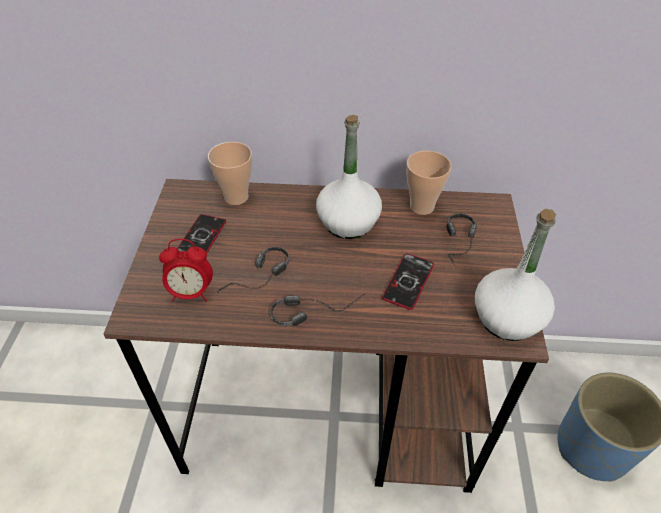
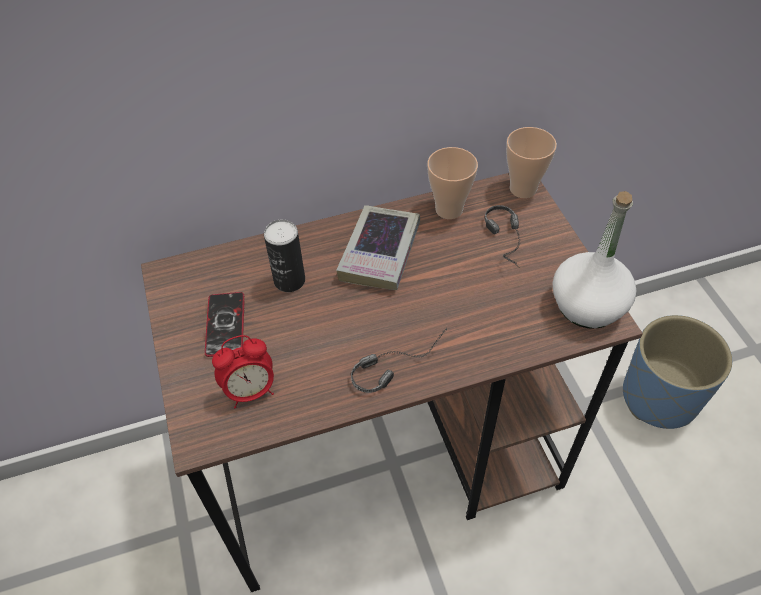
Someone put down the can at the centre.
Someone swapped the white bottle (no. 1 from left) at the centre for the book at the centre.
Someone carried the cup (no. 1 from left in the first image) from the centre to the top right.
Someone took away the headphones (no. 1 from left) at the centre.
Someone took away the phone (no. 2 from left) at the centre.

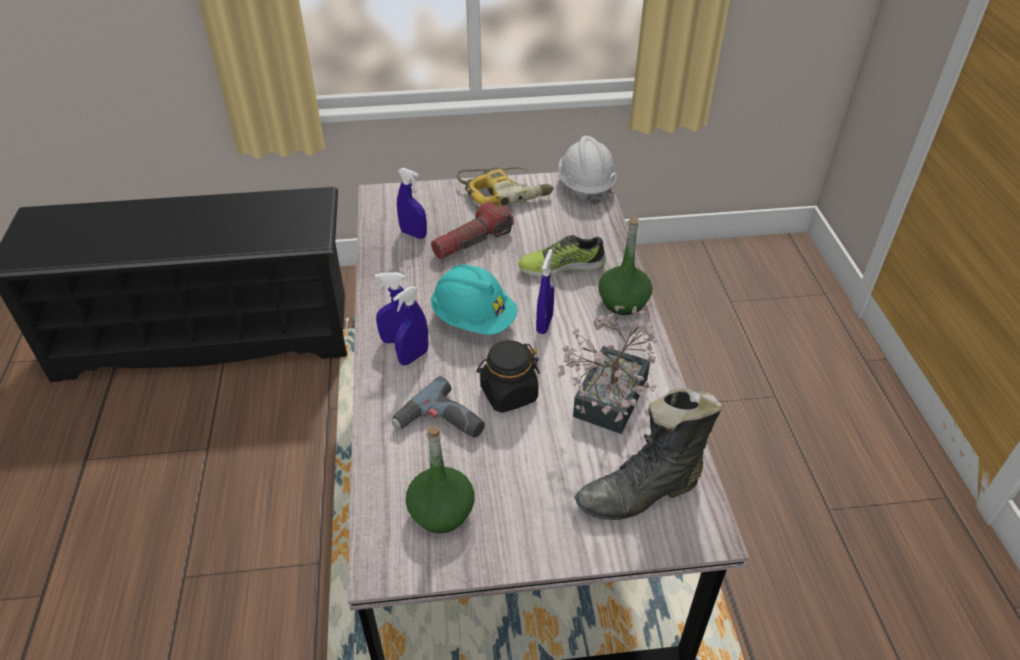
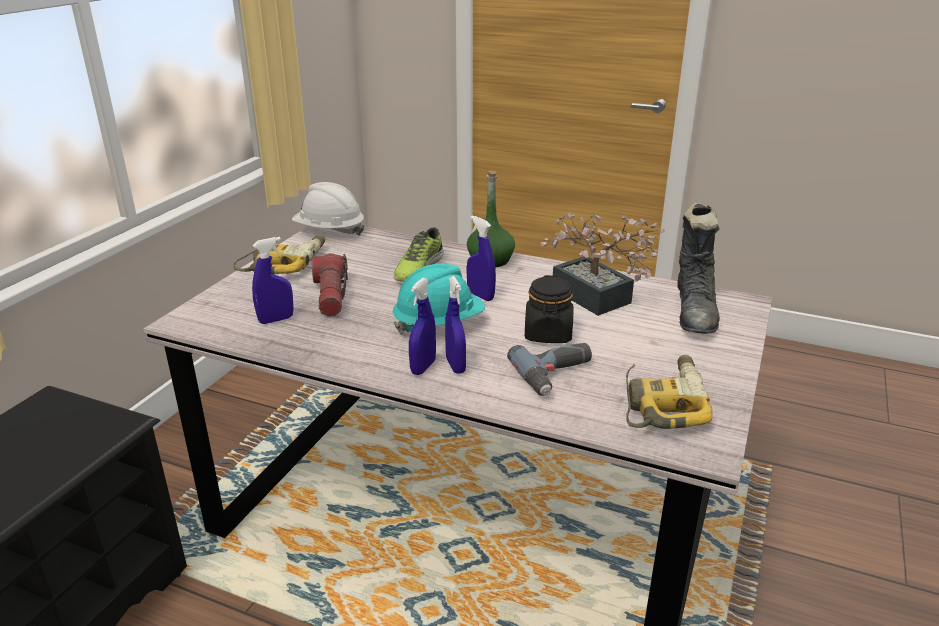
Someone swapped the green bottle (no. 1 from left) at the bottom centre for the power drill (no. 3 from left) at the middle right.

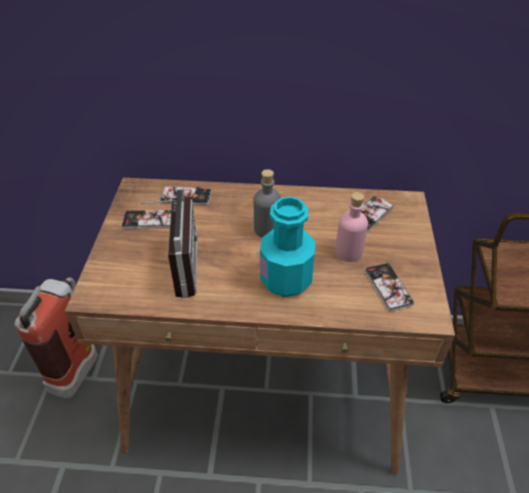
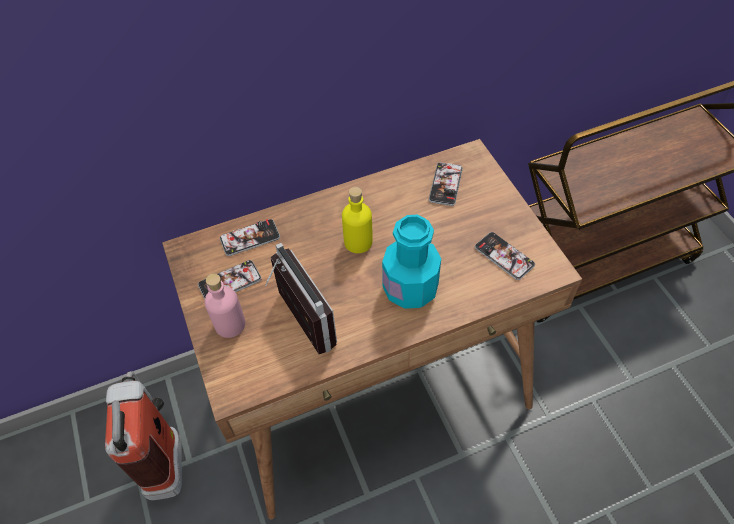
Someone carried the pink bottle from the centre to the middle left.
Someone repainted the grey bottle at the centre, which became the yellow bottle at the centre.

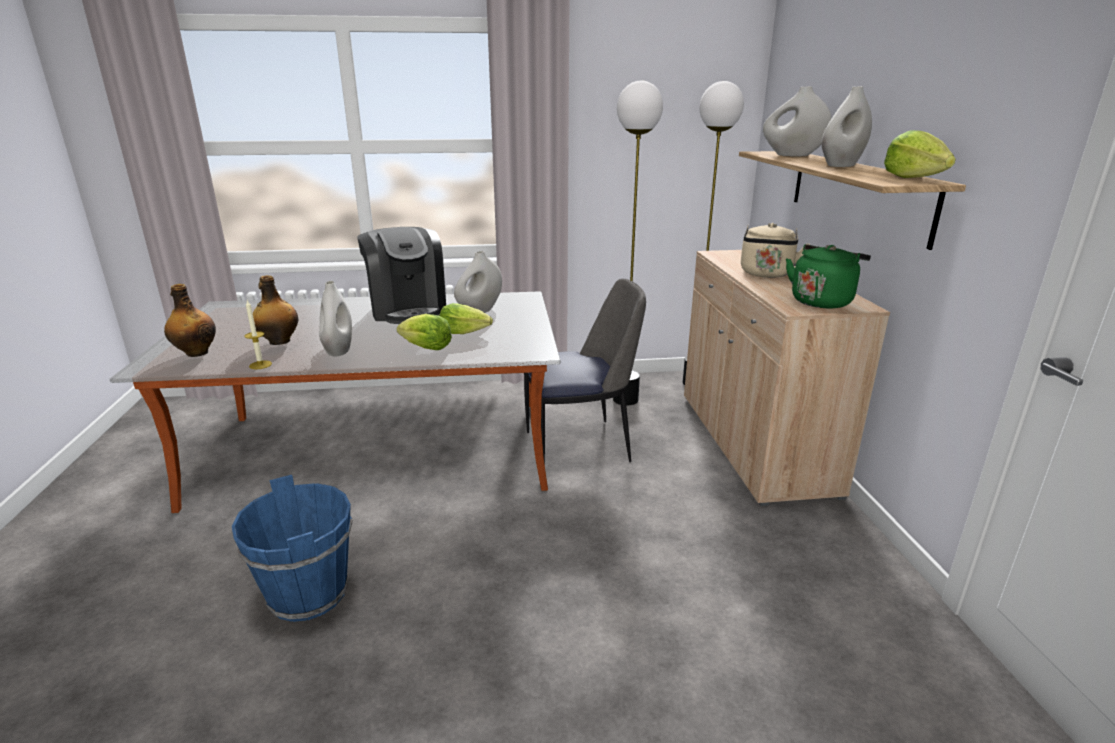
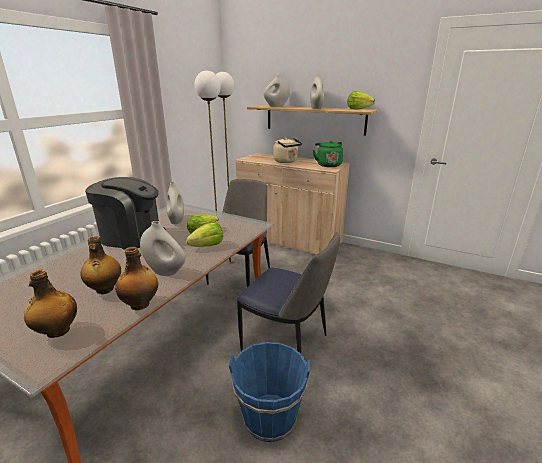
Someone swapped the candle at the middle left for the bottle (no. 3 from left) at the middle left.
Someone put down the chair (no. 2 from left) at the centre.

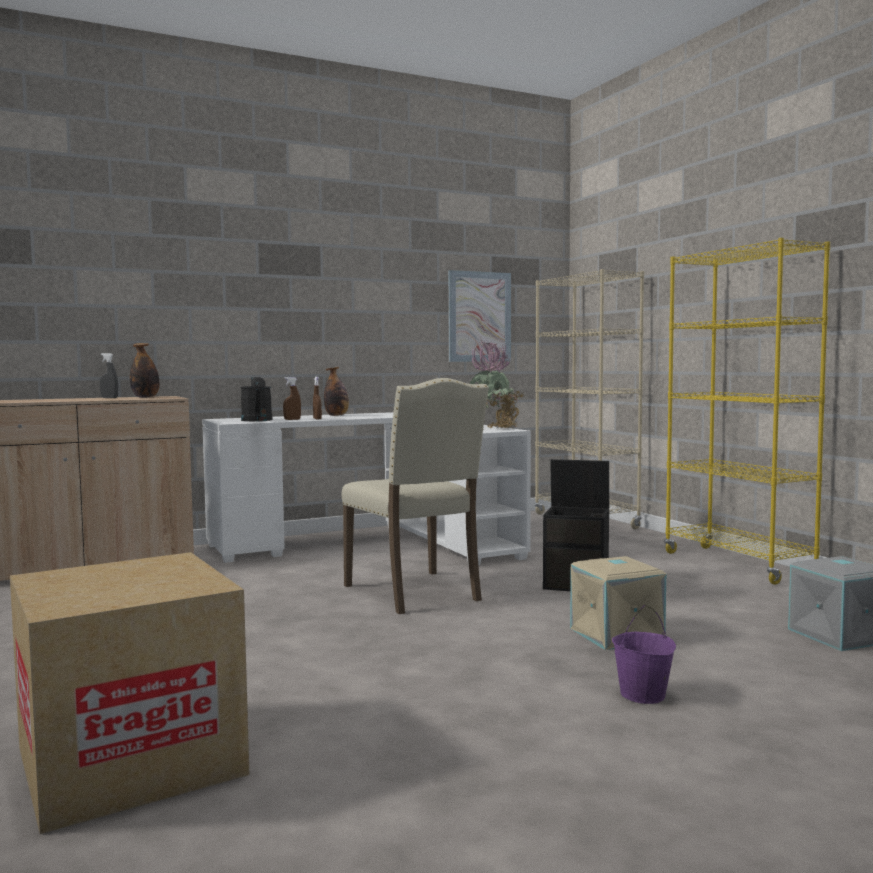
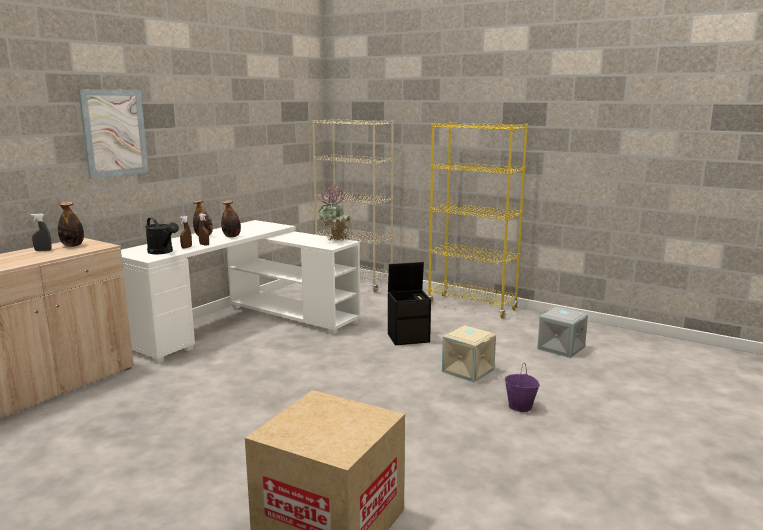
Someone carried the picture from the centre to the top left.
Someone put down the bottle (no. 3 from left) at the middle left.
Someone took away the beige chair at the centre.

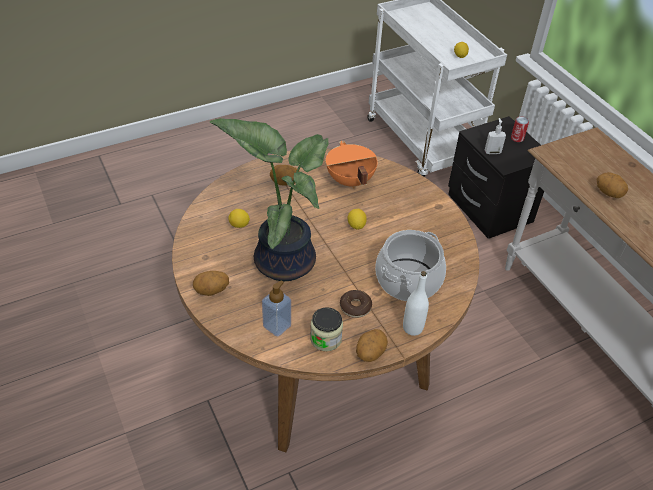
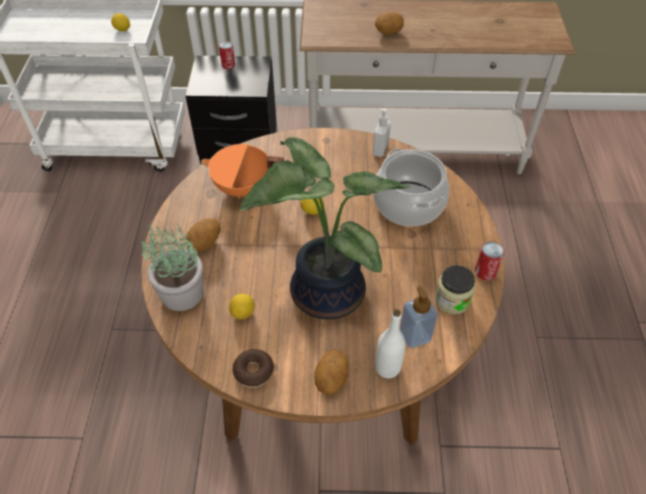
Someone put down the potted plant (no. 1 from left) at the middle left.
Someone carried the donut from the centre to the bottom centre.
Someone carried the soap dispenser (no. 2 from left in the first image) from the top right to the top centre.
Someone carried the white bottle from the centre to the bottom centre.
Someone swapped the potato (no. 3 from left) at the bottom centre for the can (no. 2 from left) at the middle right.

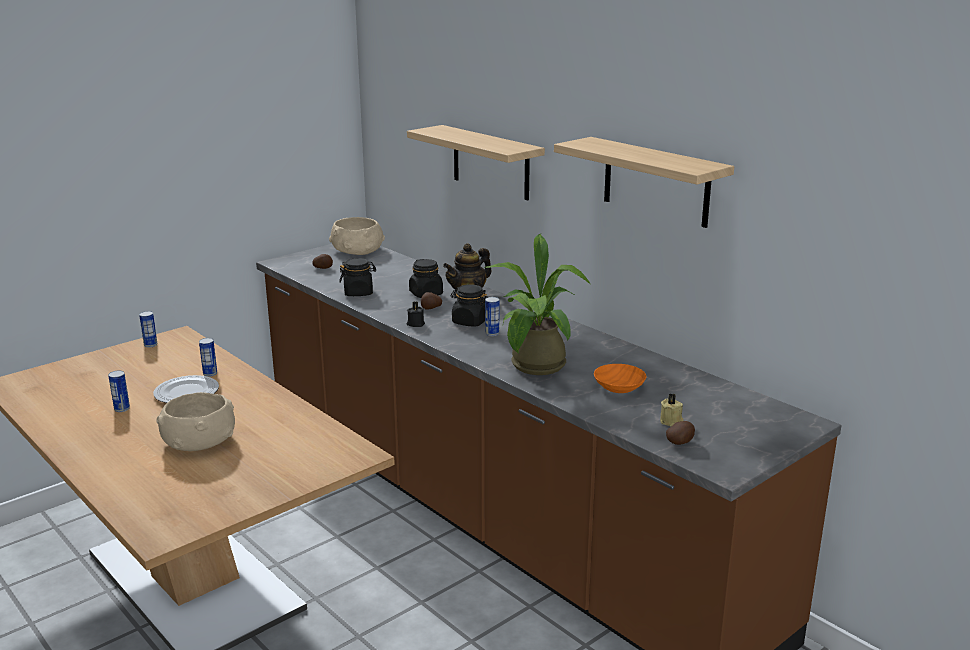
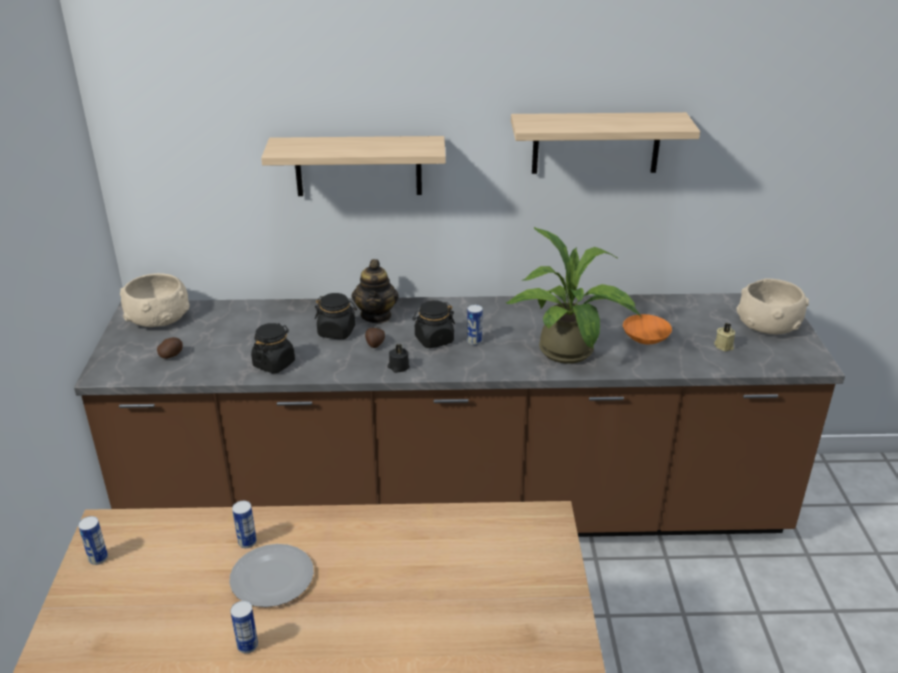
Someone carried the beige bowl (no. 1 from left in the first image) from the middle left to the middle right.
Someone took away the potato (no. 3 from left) at the middle right.

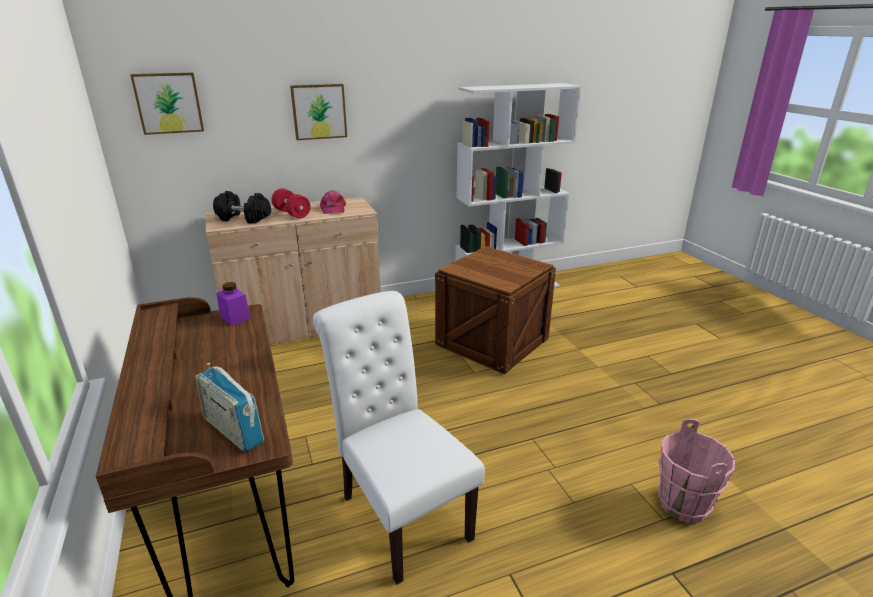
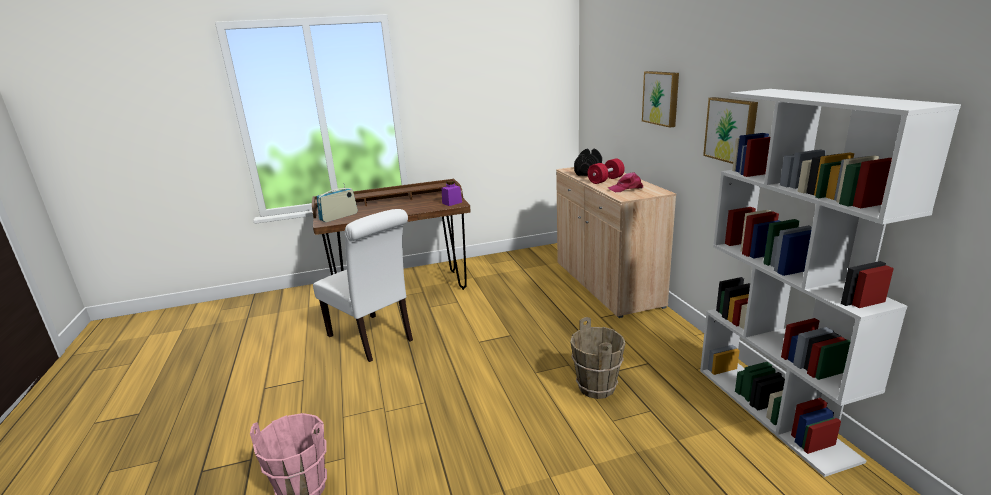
Someone rotated the white chair at the bottom centre by 75 degrees clockwise.
Someone swapped the crate at the centre for the brown bucket at the bottom centre.
Someone carried the picture (no. 1 from left in the first image) from the top left to the top right.

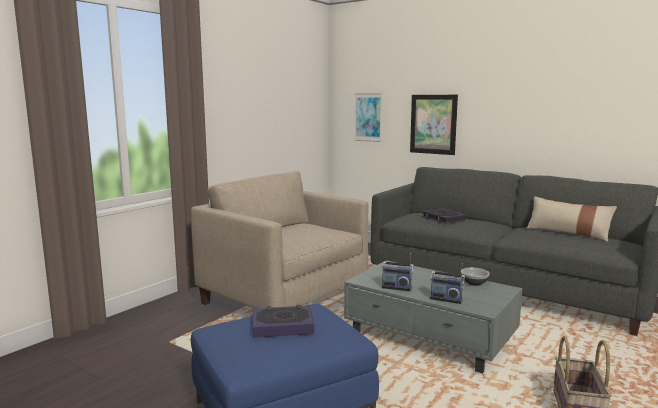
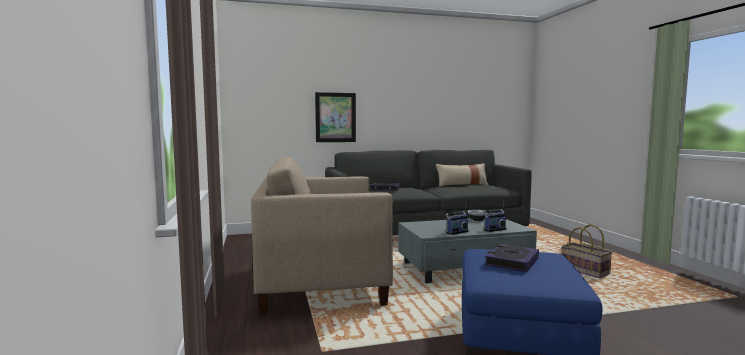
Someone took away the picture (no. 1 from left) at the top centre.

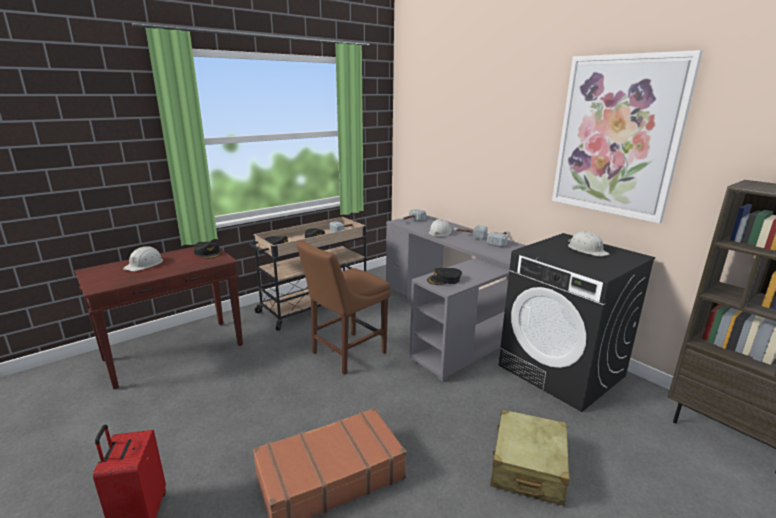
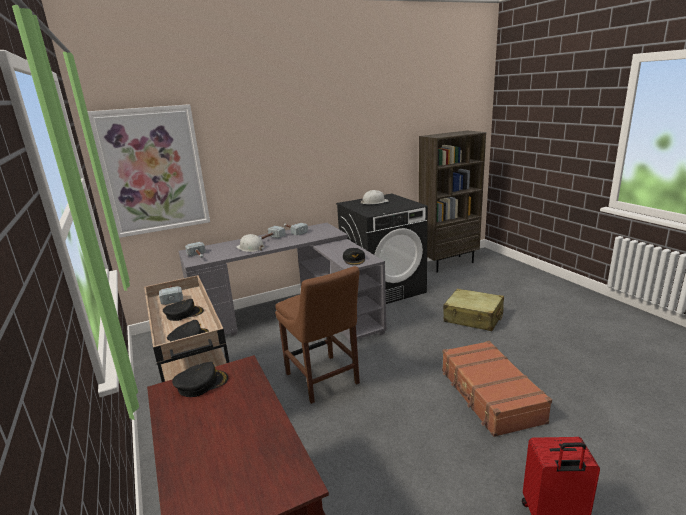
Someone carried the picture from the top right to the top left.
Someone took away the white hard hat (no. 1 from left) at the middle left.

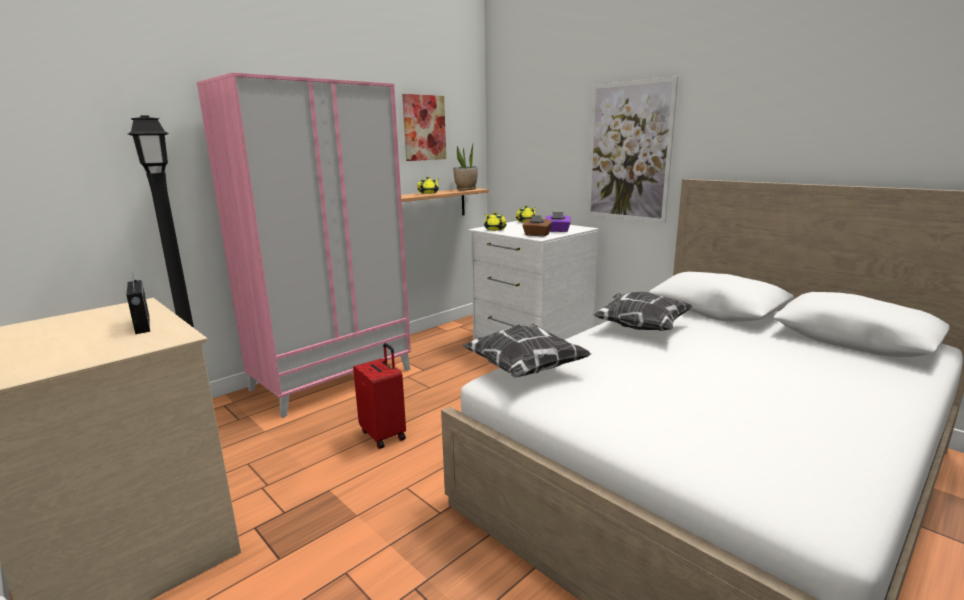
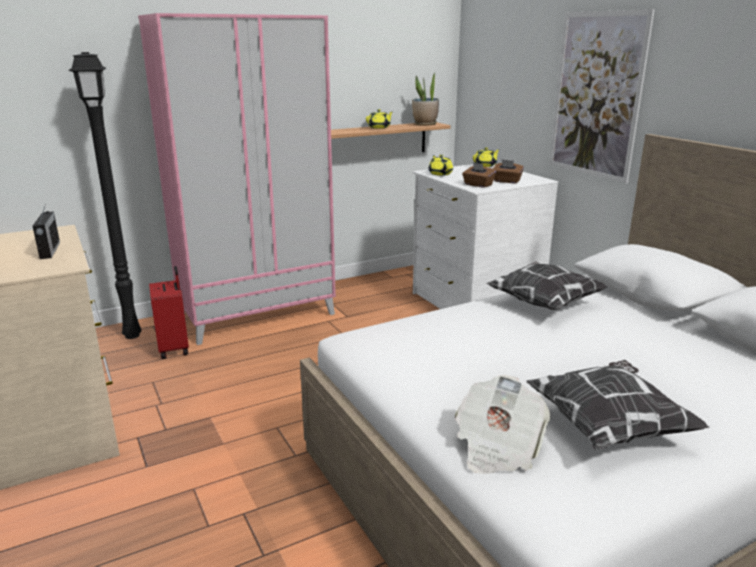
Someone carried the red suitcase from the centre to the middle left.
Someone put down the newspaper at the bottom centre.
Someone repainted the purple tissue box at the centre, which became the brown tissue box (no. 2 from left) at the top right.
Someone carried the pillow (no. 1 from left in the first image) from the centre to the bottom right.
Someone took away the picture (no. 1 from left) at the top centre.

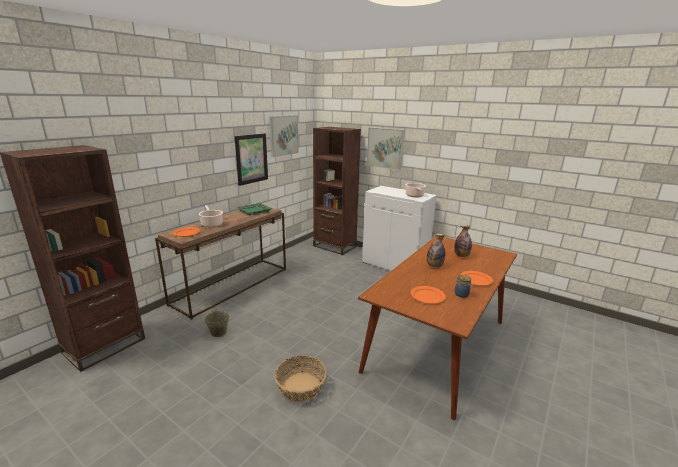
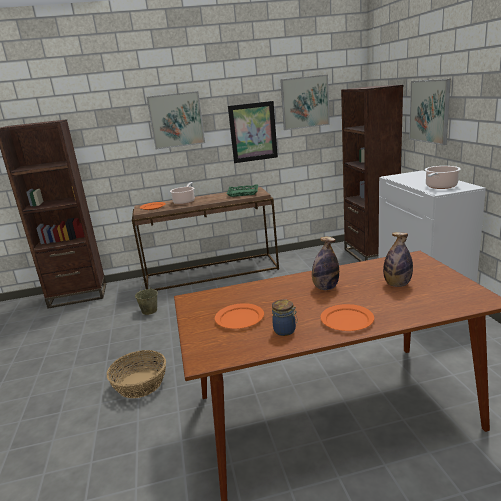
Someone put up the picture (no. 1 from left) at the top centre.

